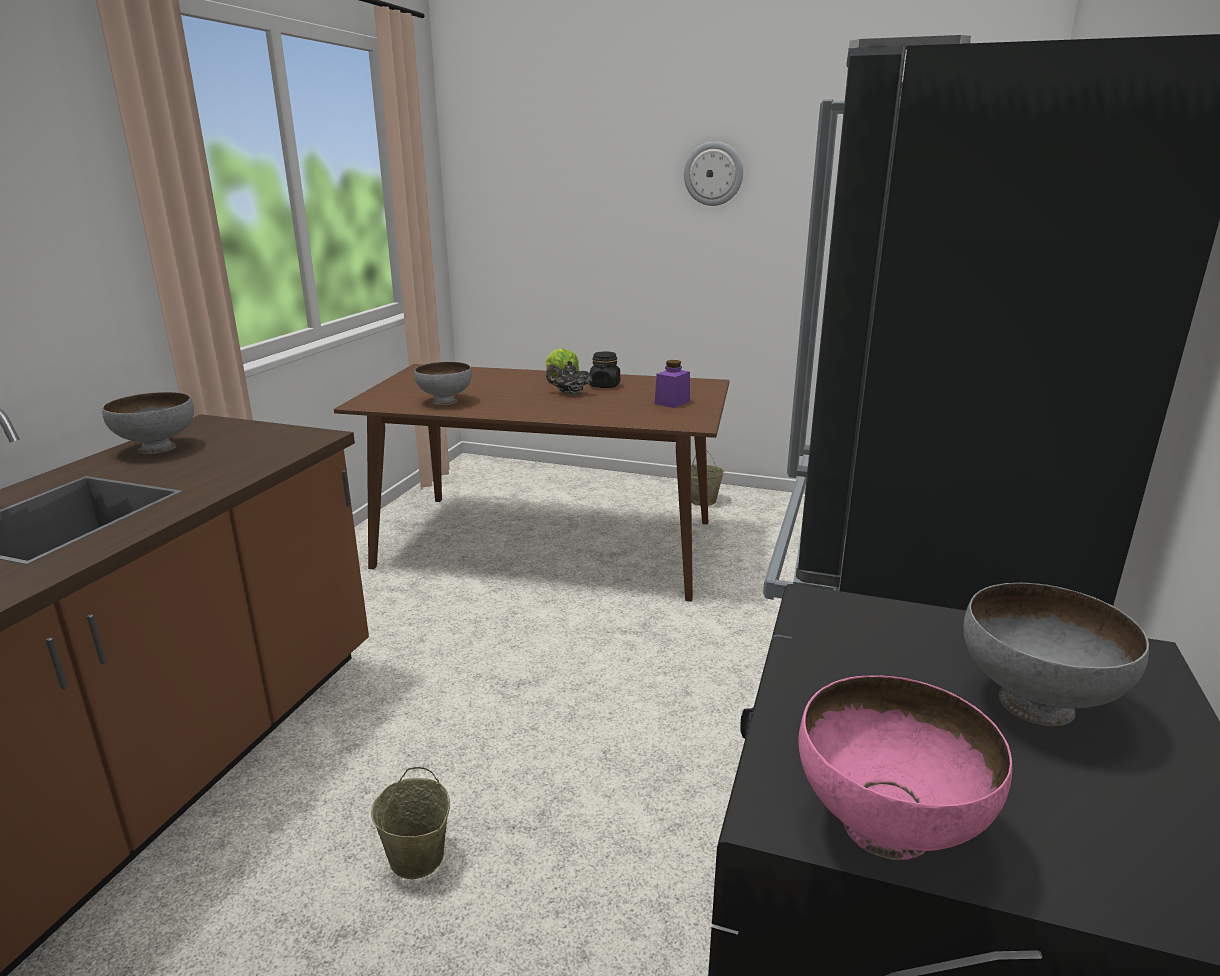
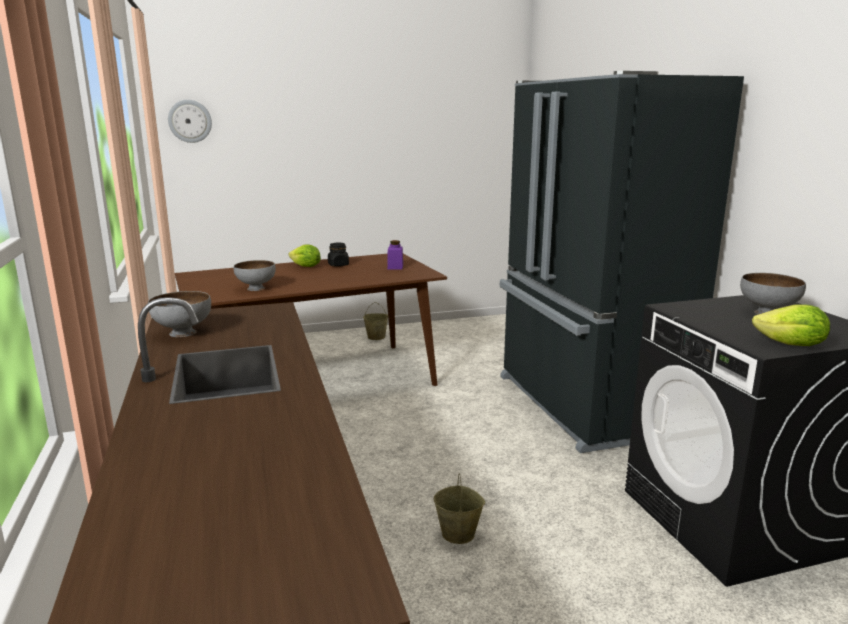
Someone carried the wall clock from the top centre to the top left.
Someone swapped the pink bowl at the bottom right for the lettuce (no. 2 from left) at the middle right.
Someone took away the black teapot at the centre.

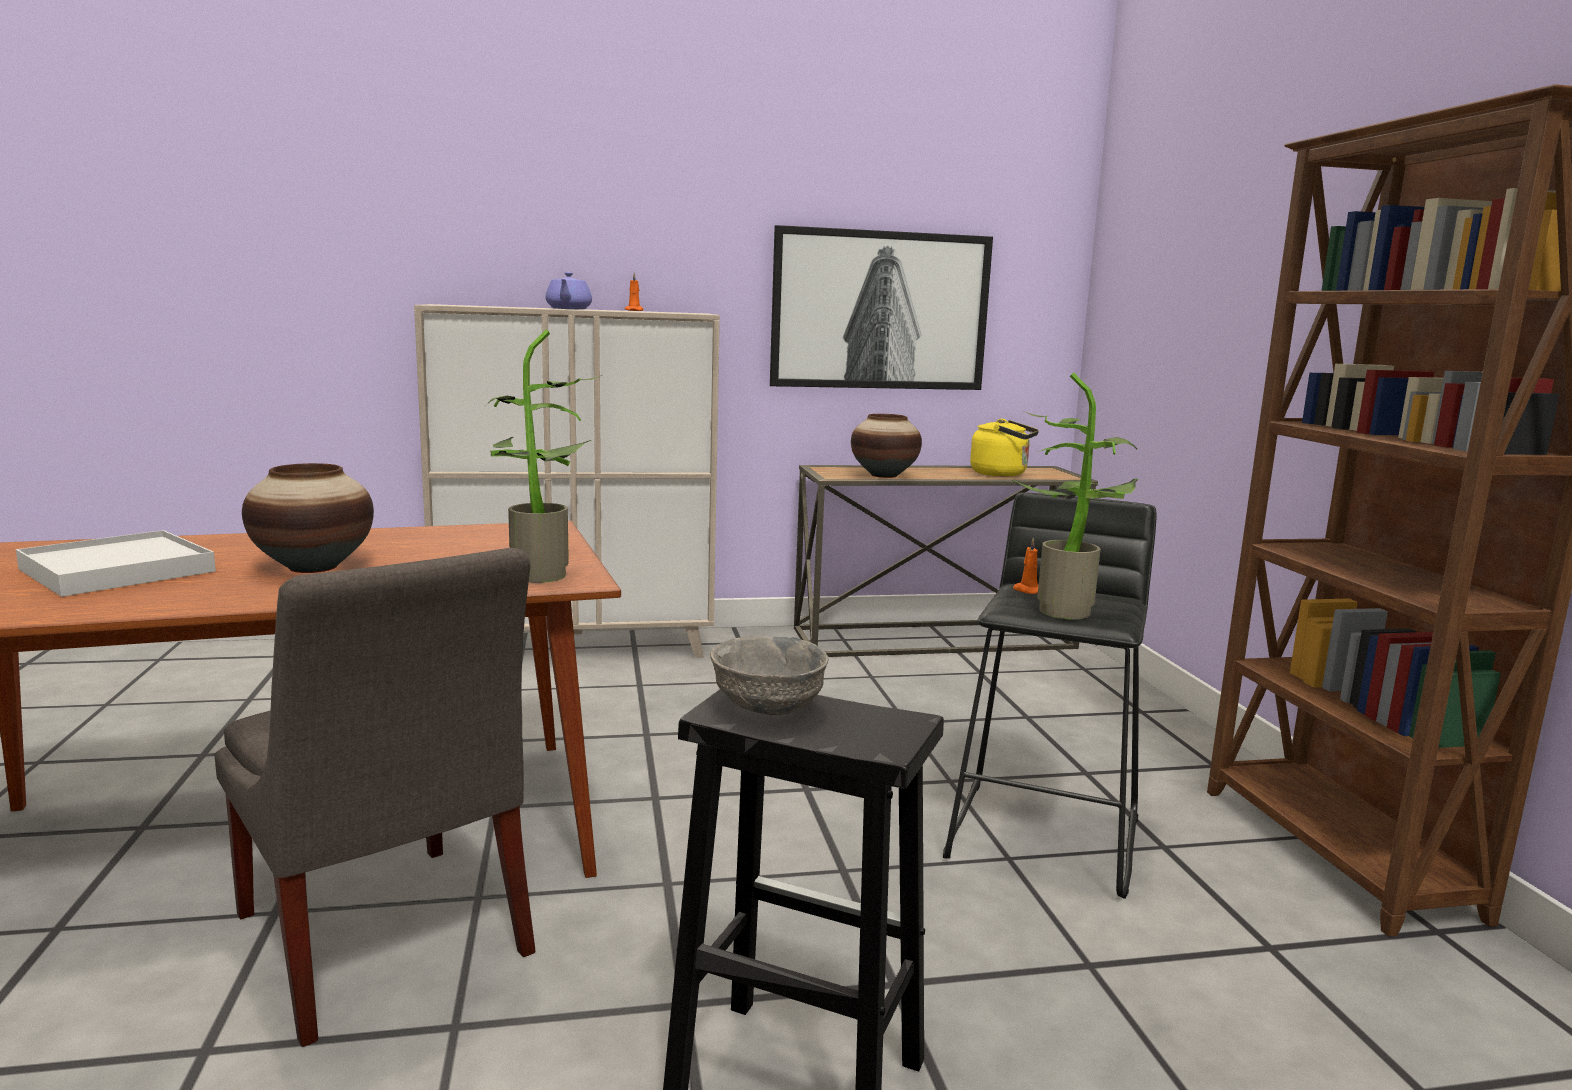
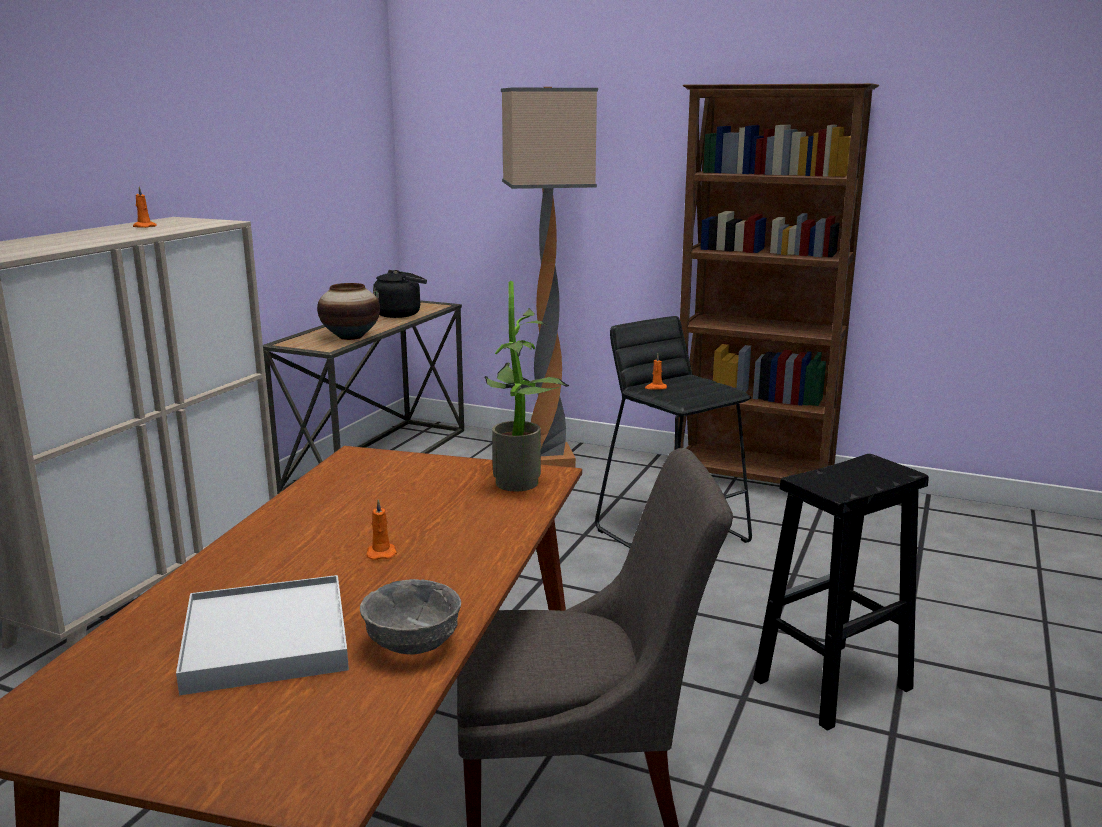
Someone carried the grey bowl from the centre to the bottom centre.
Someone swapped the vase (no. 1 from left) at the middle left for the orange candle (no. 2 from left) at the centre.
Someone repainted the yellow kettle at the centre, which became the black kettle at the centre.
Someone put down the floor lamp at the centre.
Someone took away the purple teapot at the top centre.
Someone took away the picture at the top centre.
Someone took away the potted plant (no. 2 from left) at the middle right.

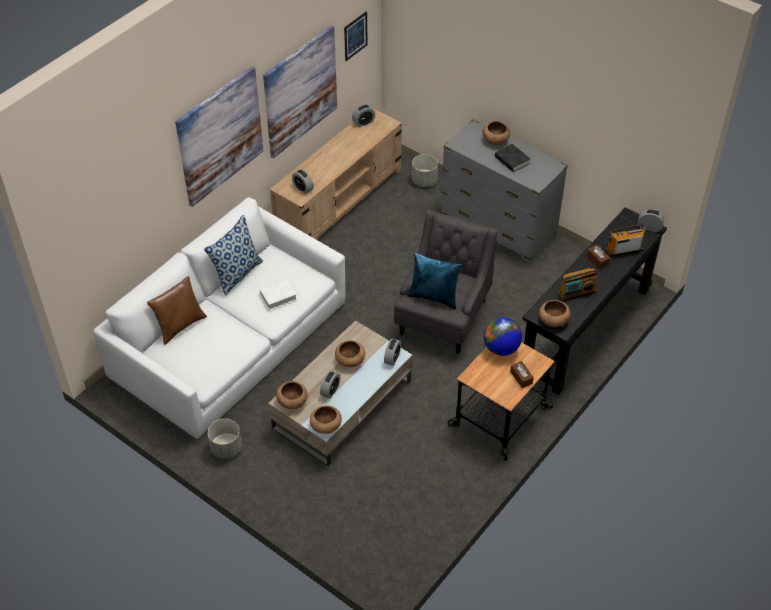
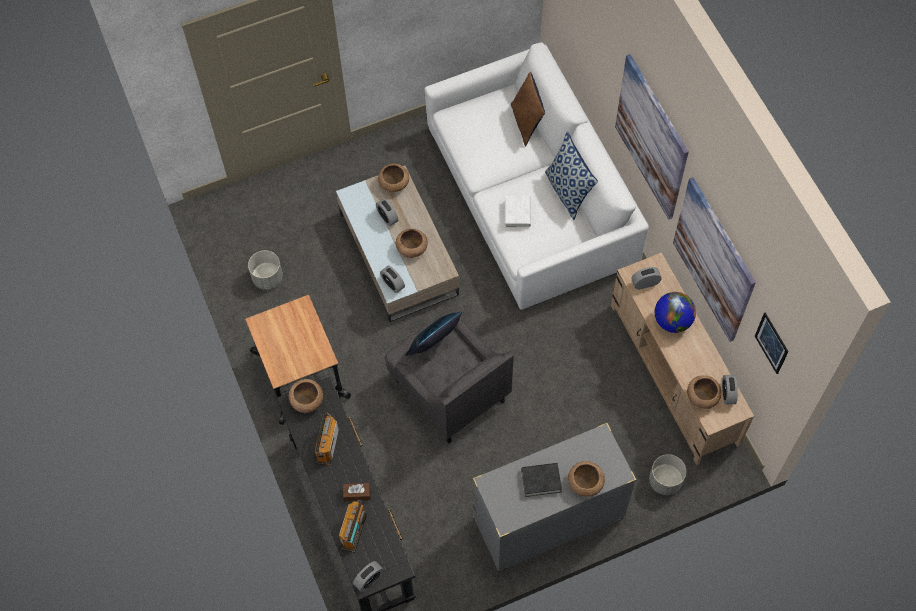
Someone carried the grey planter (no. 1 from left) from the bottom left to the middle left.
Someone carried the globe from the centre to the middle right.
Someone carried the brown bowl (no. 2 from left in the first image) from the bottom centre to the middle right.
Someone took away the brown tissue box (no. 1 from left) at the middle right.

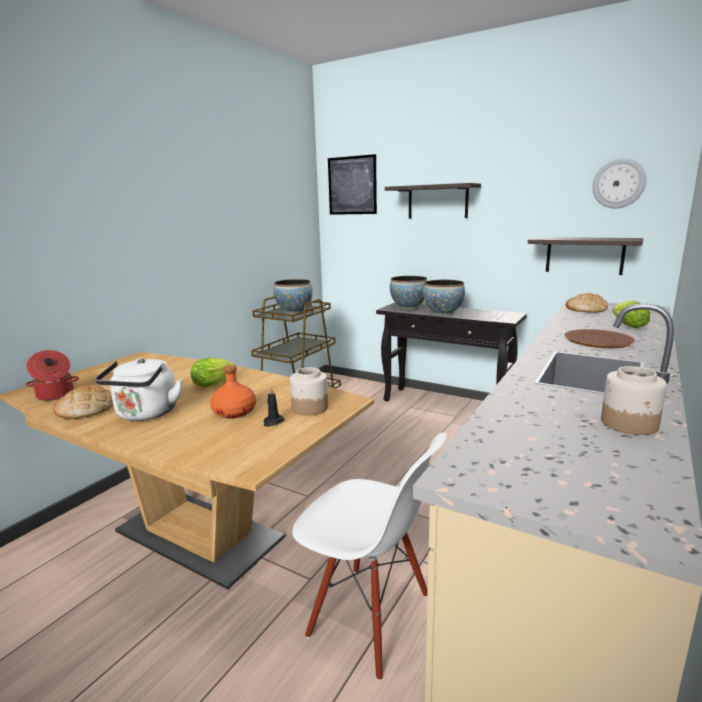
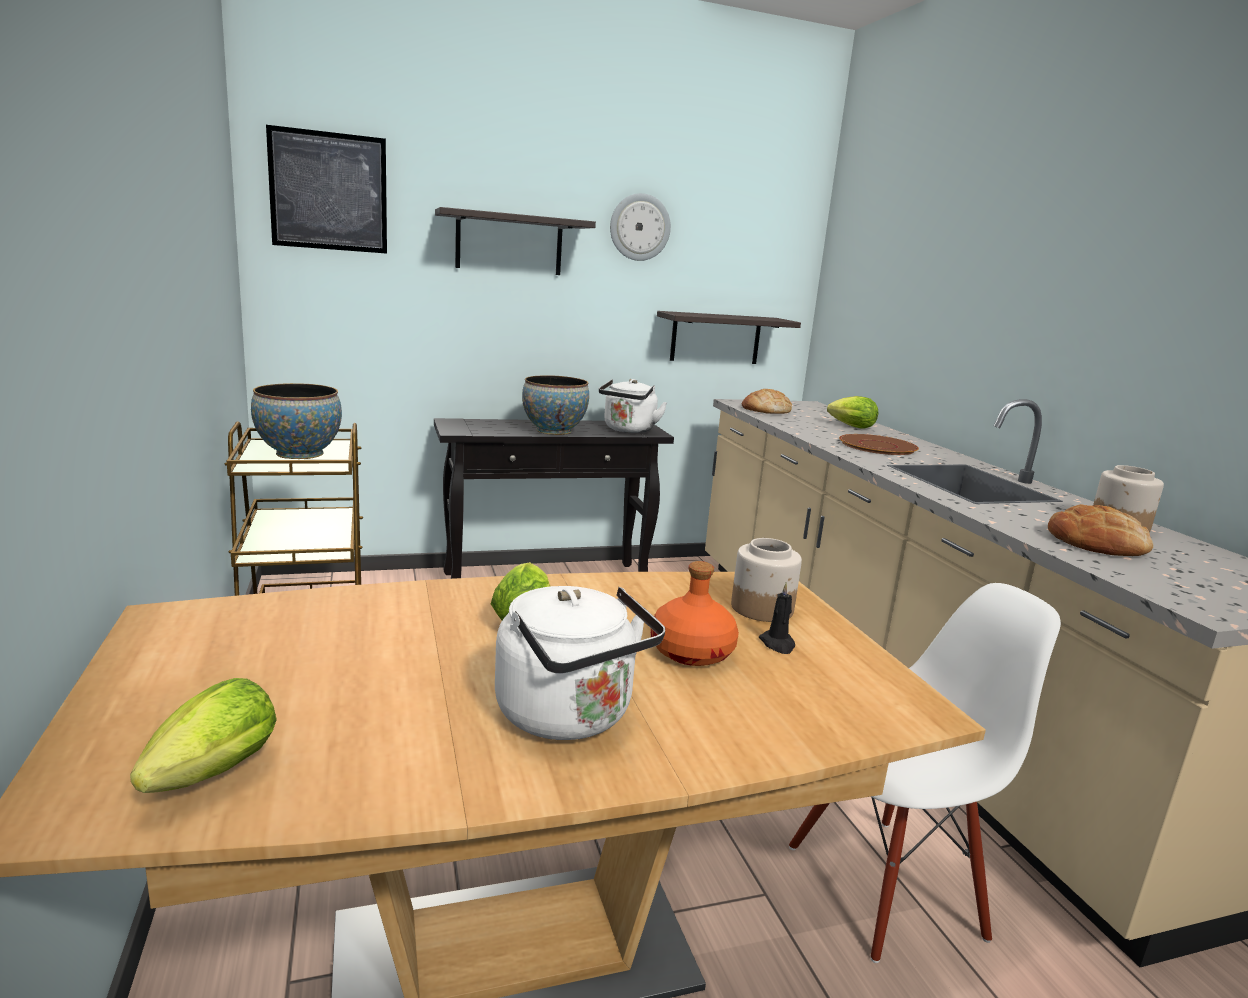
Someone swapped the cooking pot at the middle left for the lettuce (no. 1 from left) at the bottom left.
Someone put down the white kettle (no. 2 from left) at the centre.
Someone carried the wall clock from the top right to the top centre.
Someone carried the bread (no. 1 from left in the first image) from the middle left to the middle right.
Someone took away the bowl (no. 2 from left) at the centre.

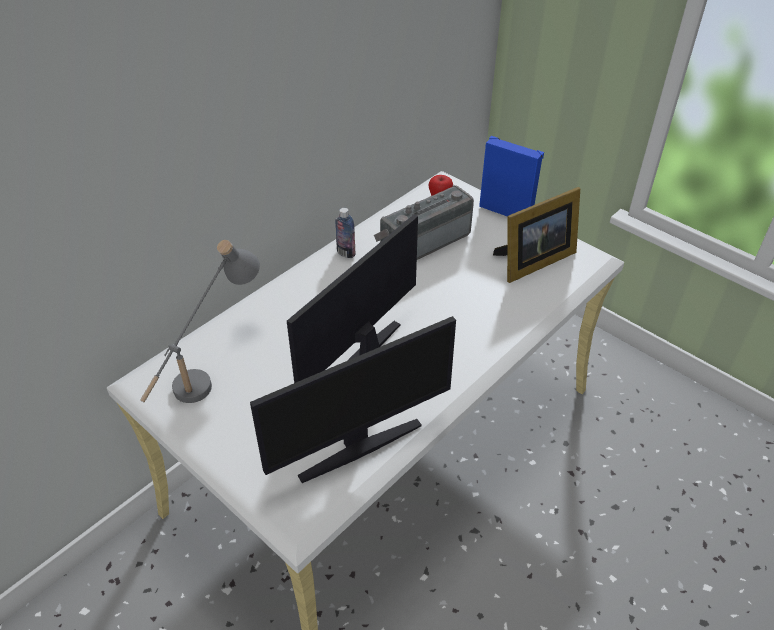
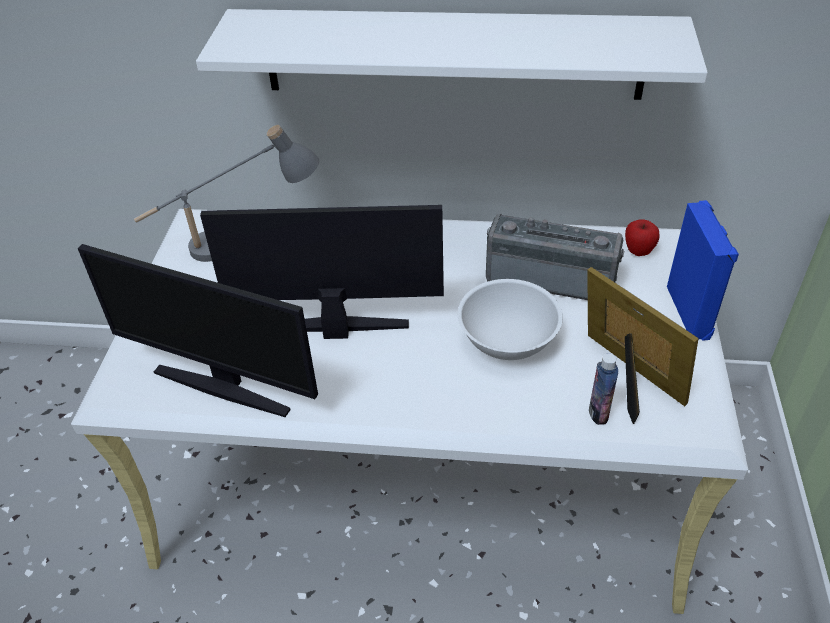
Someone put up the white shelf at the top centre.
Someone put down the white bowl at the centre.
Someone rotated the picture frame at the middle right by 150 degrees counterclockwise.
Someone carried the bottle from the centre to the middle right.

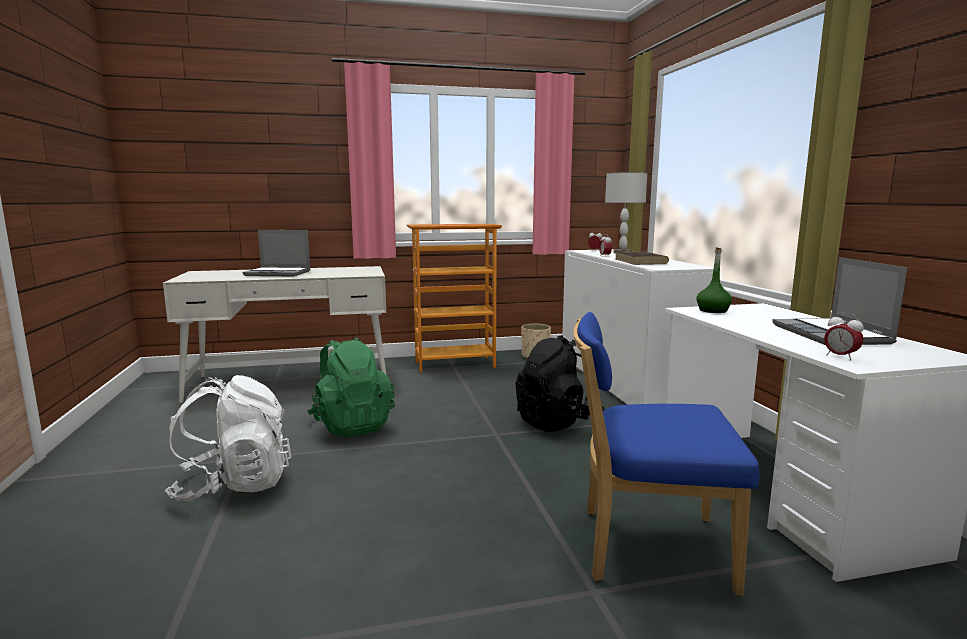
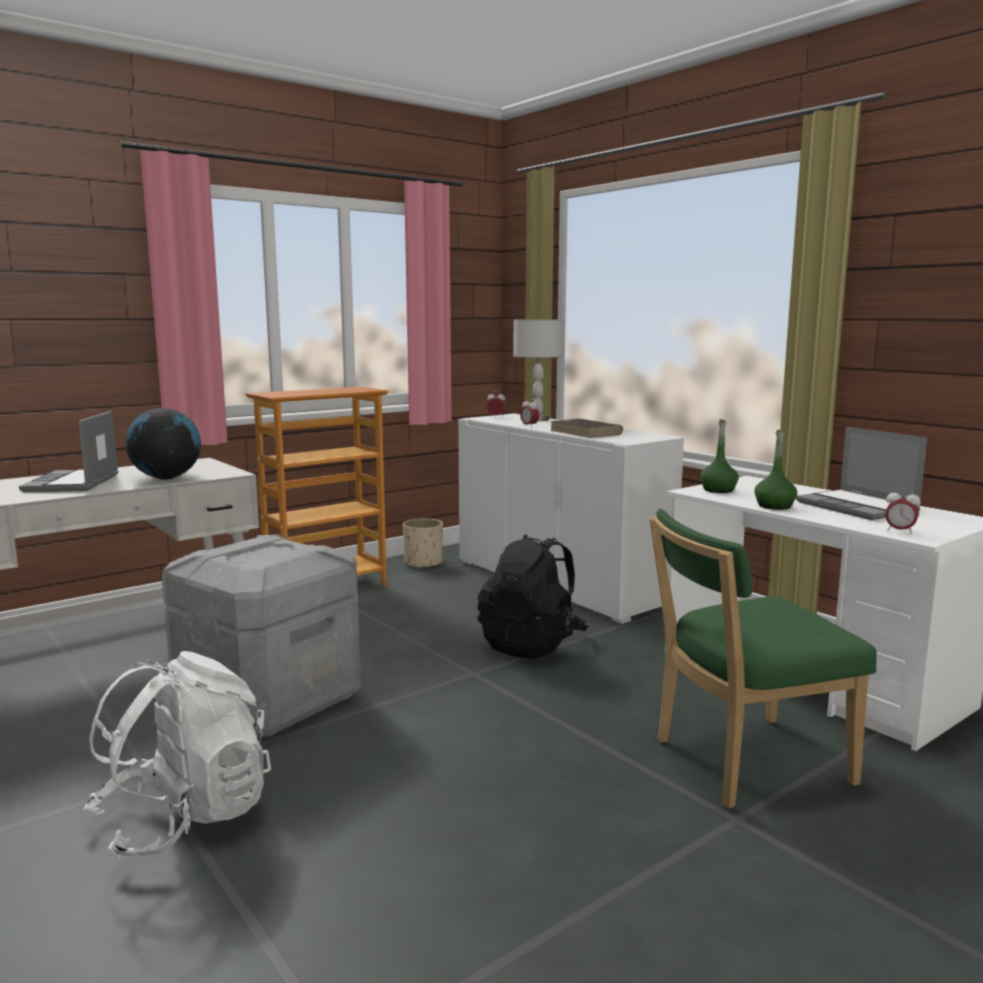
Someone rotated the laptop (no. 1 from left) at the middle left by 105 degrees clockwise.
Someone put down the globe at the middle left.
Someone swapped the green backpack at the centre for the grey storage box at the middle left.
Someone repainted the blue chair at the bottom right, which became the green chair at the bottom right.
Someone put down the green bottle (no. 2 from left) at the middle right.

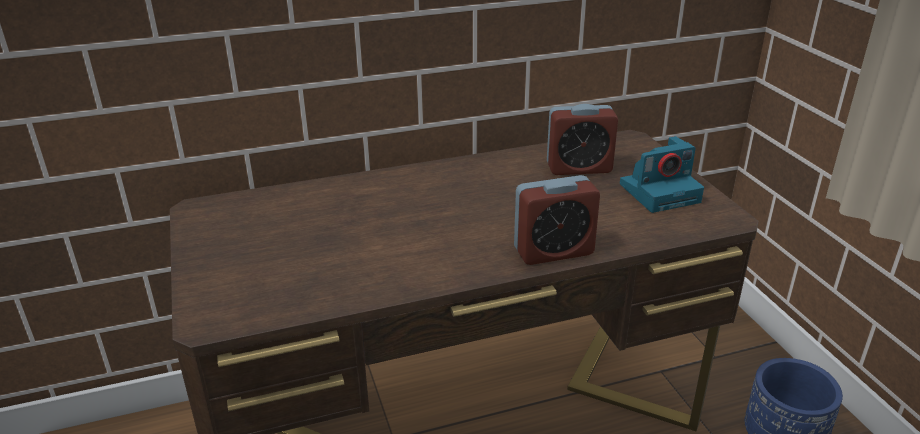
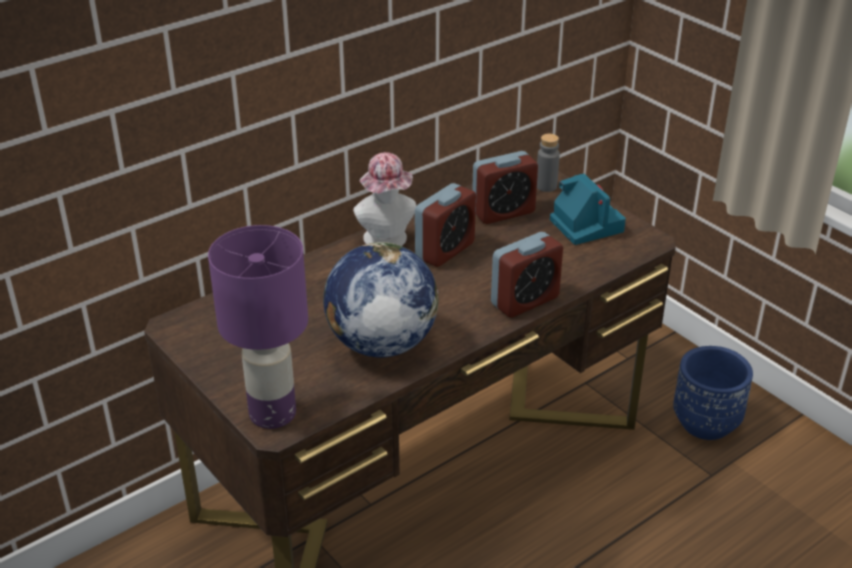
Someone put down the purple table lamp at the middle left.
Someone put down the globe at the centre.
Someone put down the hat at the centre.
Someone put down the alarm clock (no. 1 from left) at the centre.
Someone put down the grey bottle at the top centre.
Someone rotated the photo camera at the middle right by 75 degrees counterclockwise.

